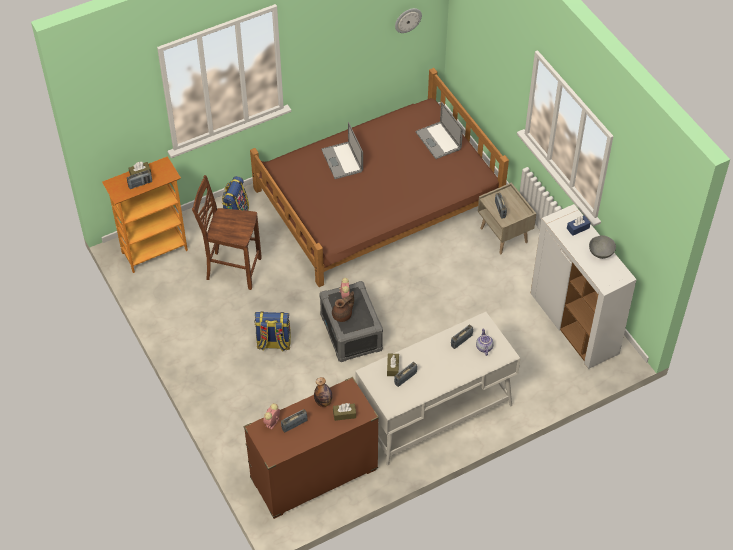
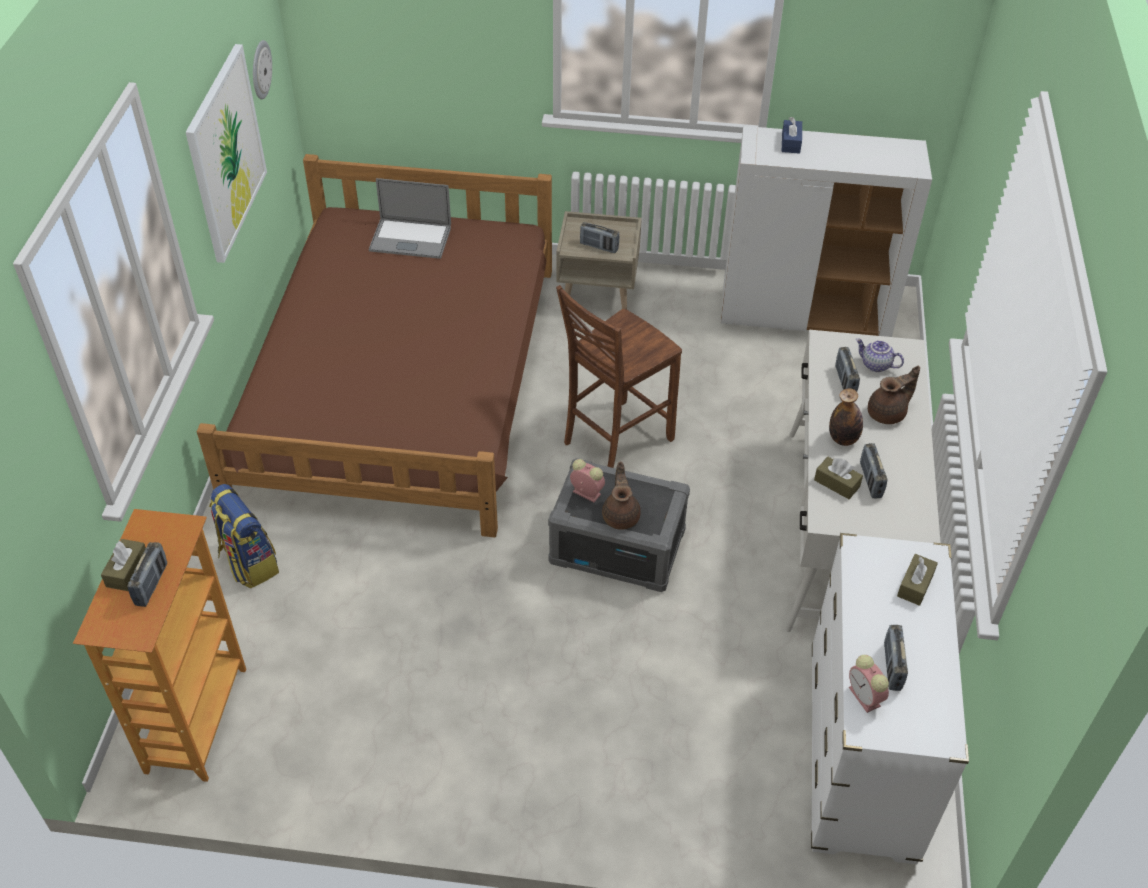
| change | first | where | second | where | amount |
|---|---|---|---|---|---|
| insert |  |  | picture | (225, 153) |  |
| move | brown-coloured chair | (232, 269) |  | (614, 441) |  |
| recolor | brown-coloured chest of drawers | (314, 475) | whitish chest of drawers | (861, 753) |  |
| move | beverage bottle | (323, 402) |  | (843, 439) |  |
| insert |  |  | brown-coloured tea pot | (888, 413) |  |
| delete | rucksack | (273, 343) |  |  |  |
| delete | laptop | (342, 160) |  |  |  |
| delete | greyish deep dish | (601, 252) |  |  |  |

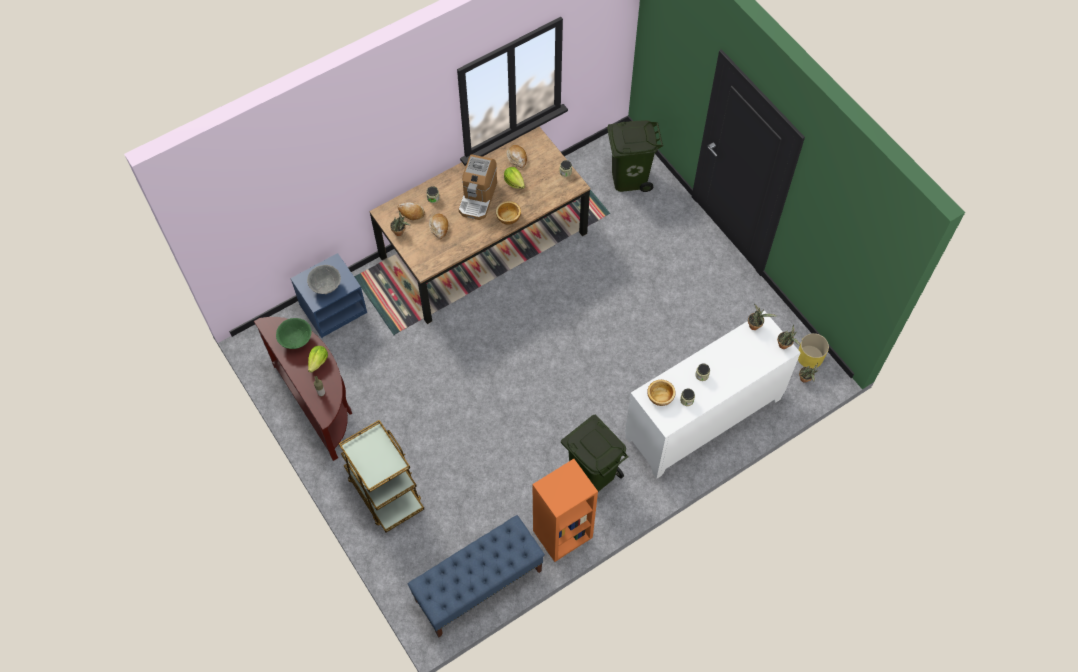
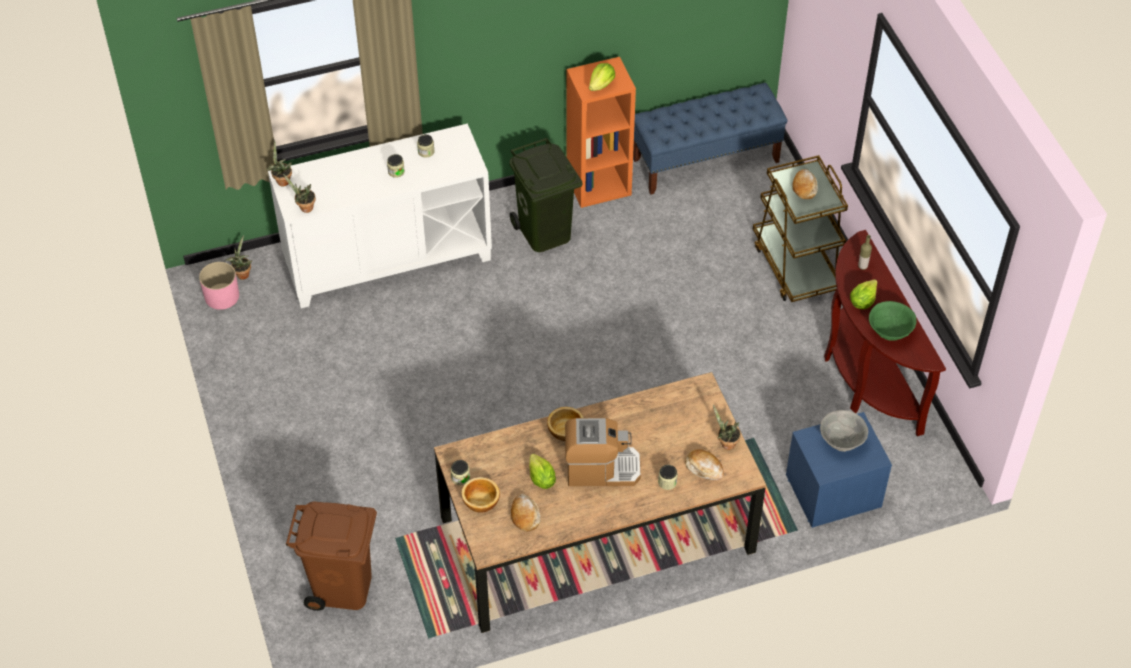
| change | first | where | second | where | amount |
|---|---|---|---|---|---|
| recolor | yellowish planter | (810, 356) | pinkish planter | (221, 296) |  |
| recolor | green-coloured waste bin | (629, 177) | brown-coloured waste bin | (342, 588) |  |
| move | deep dish | (661, 396) |  | (480, 502) |  |
| rotate | coffee maker | (478, 197) |  | (601, 468) | 60 degrees clockwise |
| insert |  |  | lettuce | (601, 85) |  |
| move | bakery bread | (439, 227) |  | (804, 187) |  |

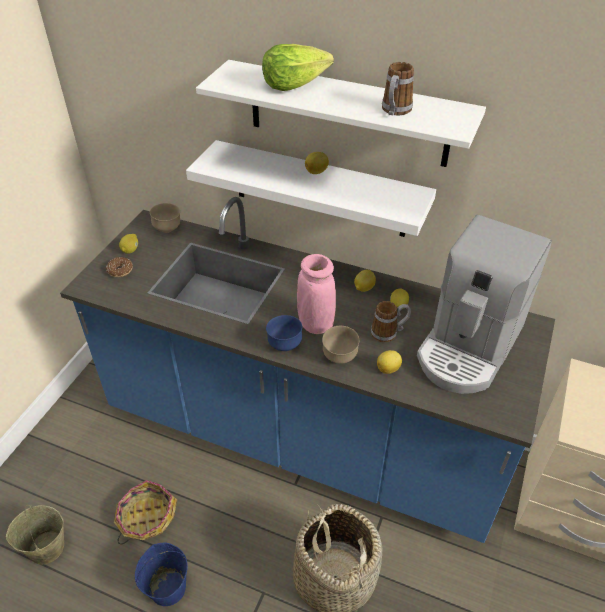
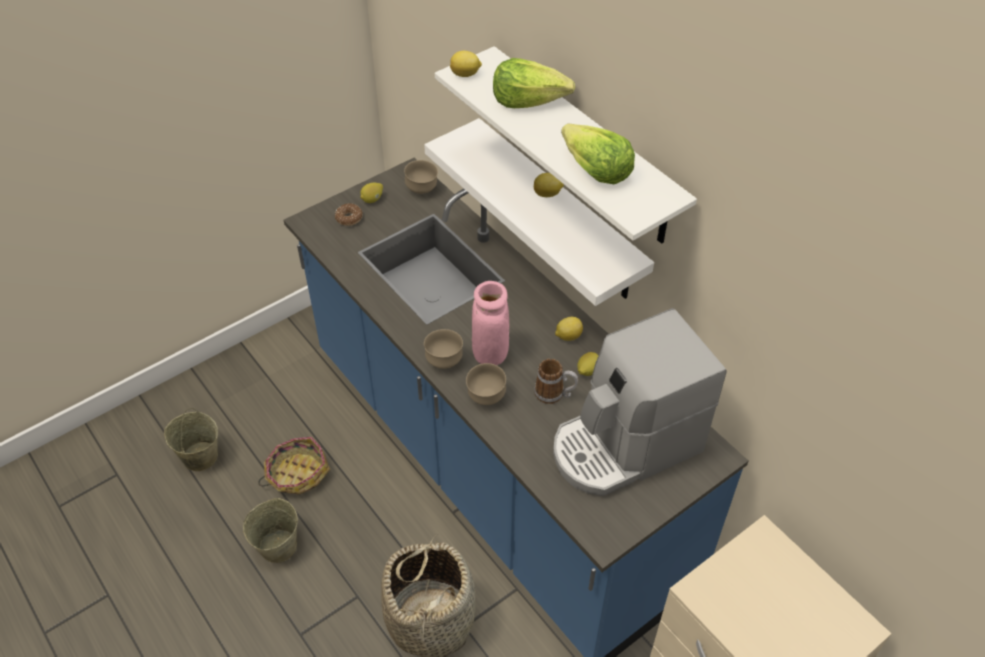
| change | first | where | second | where | amount |
|---|---|---|---|---|---|
| recolor | blue-coloured water bucket | (168, 587) | beige-coloured water bucket | (278, 545) |  |
| recolor | blue-coloured deep dish | (284, 345) | brown-coloured deep dish | (444, 361) |  |
| move | citrus fruit | (389, 369) |  | (466, 74) |  |
| replace | tea mug | (394, 111) | lettuce | (595, 170) |  |

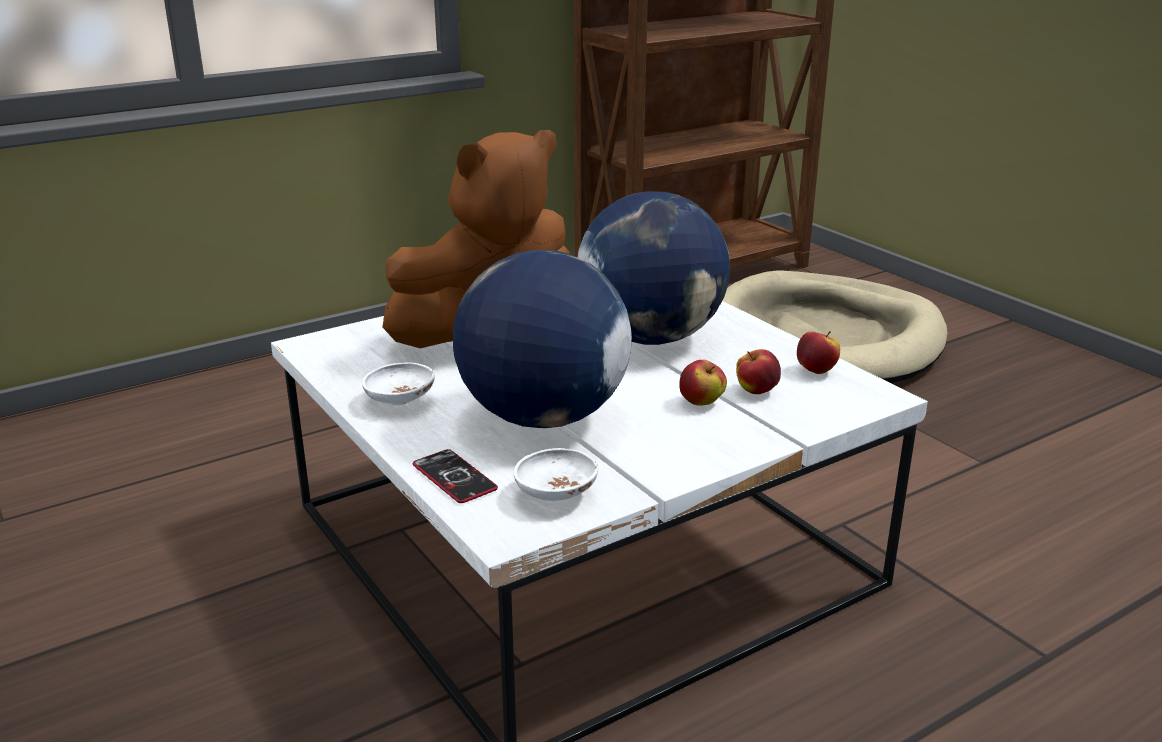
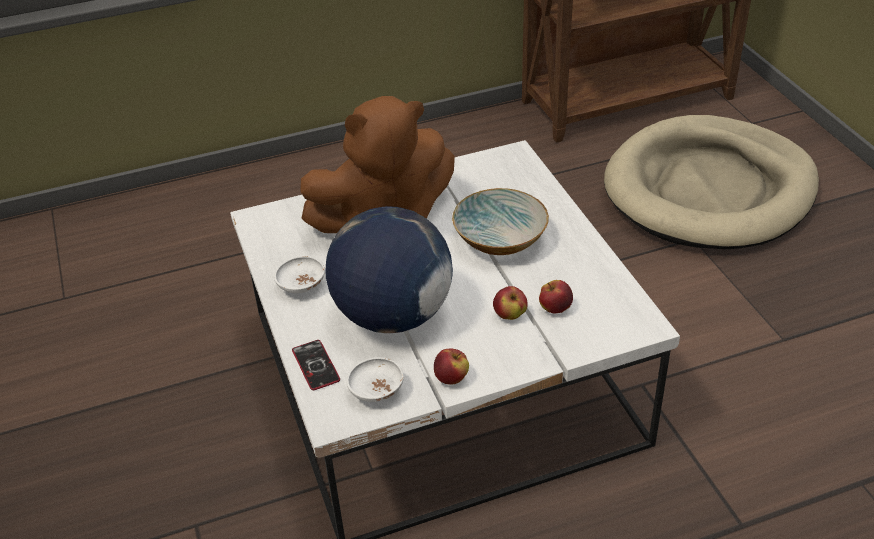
| change | first | where | second | where | amount |
|---|---|---|---|---|---|
| move | whole apple | (816, 371) |  | (451, 378) |  |
| replace | globe | (650, 337) | deep dish | (501, 239) |  |

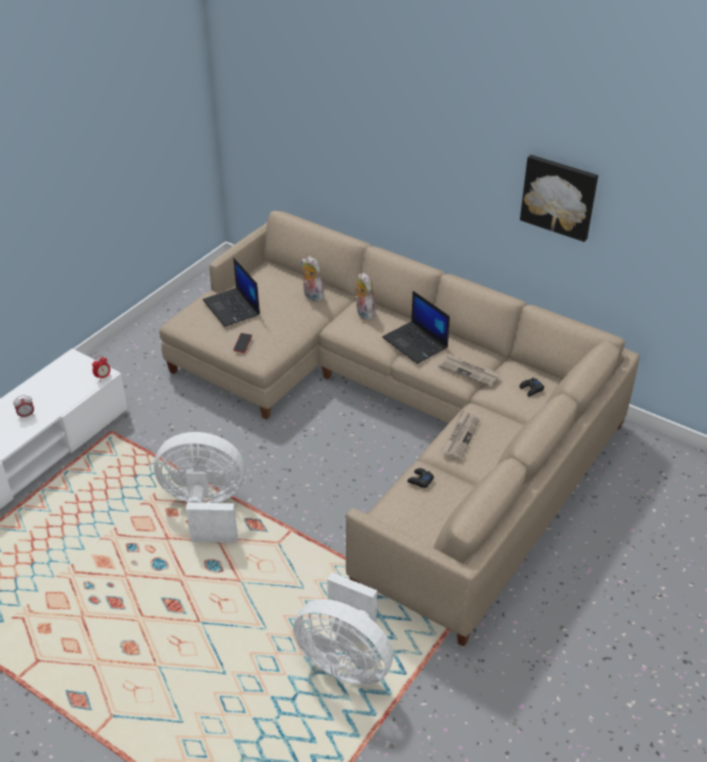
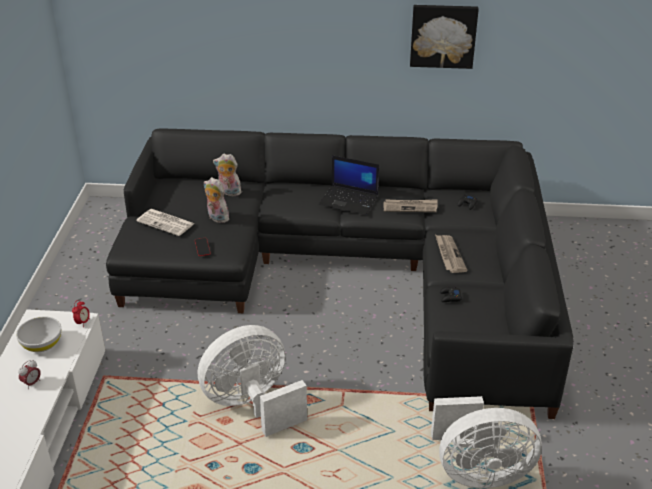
| change | first | where | second | where | amount |
|---|---|---|---|---|---|
| insert |  |  | whitish deep dish | (42, 344) |  |
| recolor | beige-coloured sofa | (399, 416) | black-coloured sofa | (352, 271) |  |
| replace | laptop | (232, 308) | newspaper | (166, 223) |  |
| move | plush toy | (363, 313) |  | (216, 218) |  |

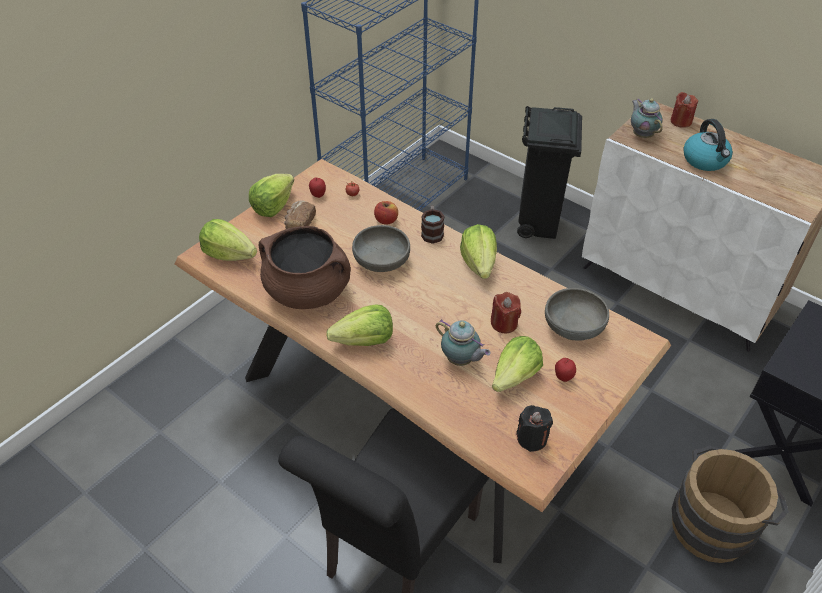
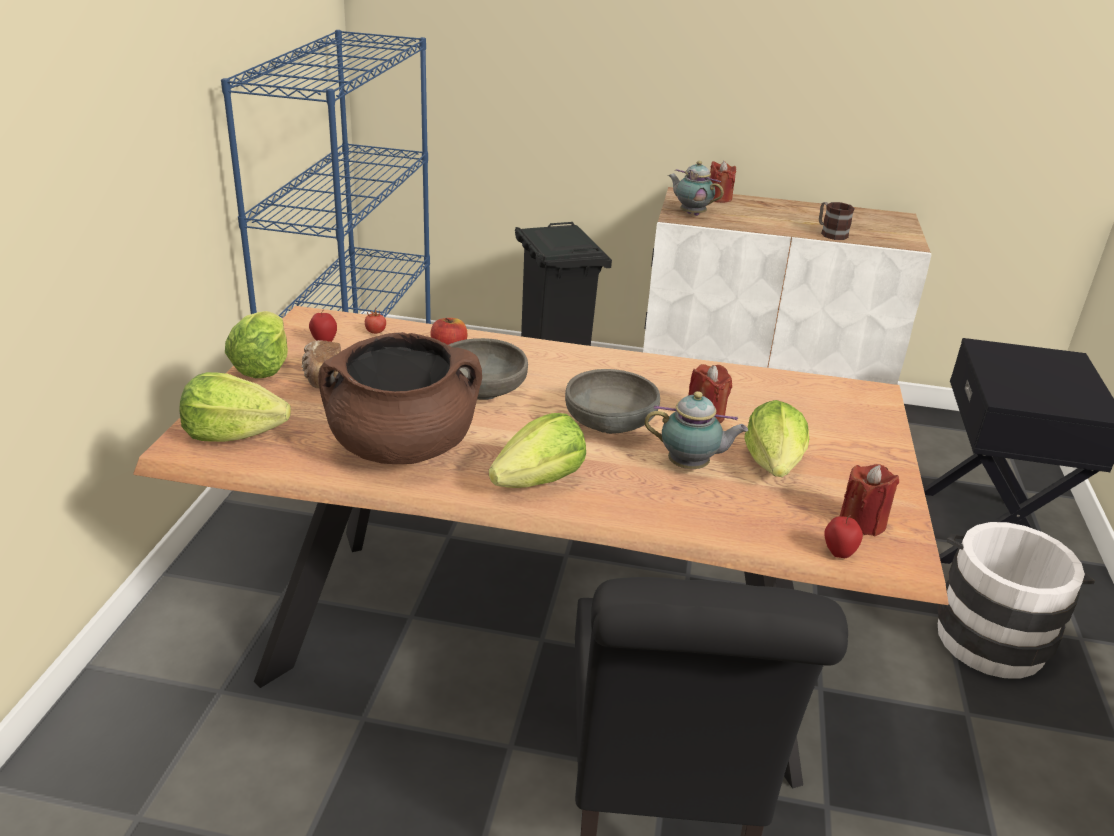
| change | first | where | second | where | amount |
|---|---|---|---|---|---|
| move | greyish deep dish | (573, 327) |  | (609, 424) |  |
| move | tea mug | (432, 232) |  | (830, 233) |  |
| move | whole apple | (563, 377) |  | (838, 553) |  |
| recolor | black-coloured candle | (532, 438) | reddish candle | (862, 522) |  |
| recolor | brown-coloured water bucket | (715, 522) | whitish water bucket | (990, 633) |  |
| delete | lettuce | (479, 264) |  |  |  |
| delete | kettle | (705, 160) |  |  |  |

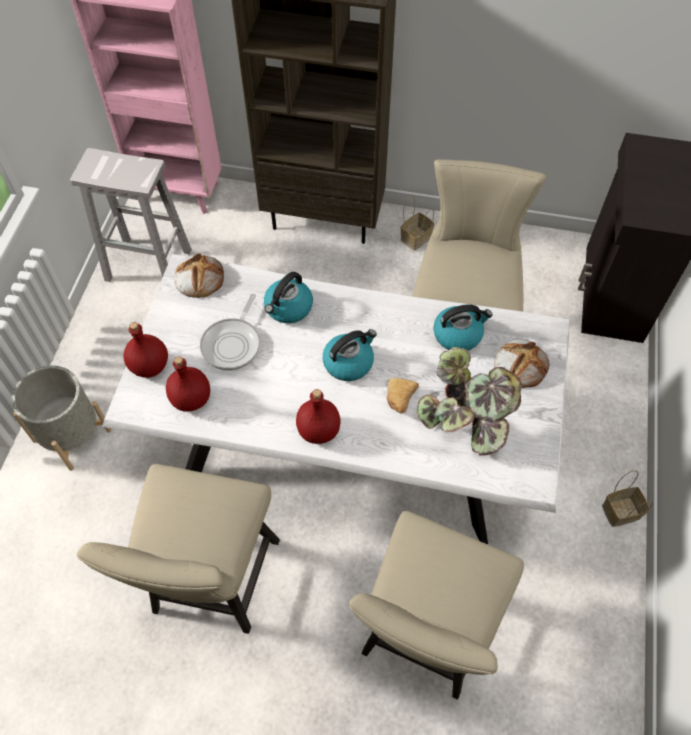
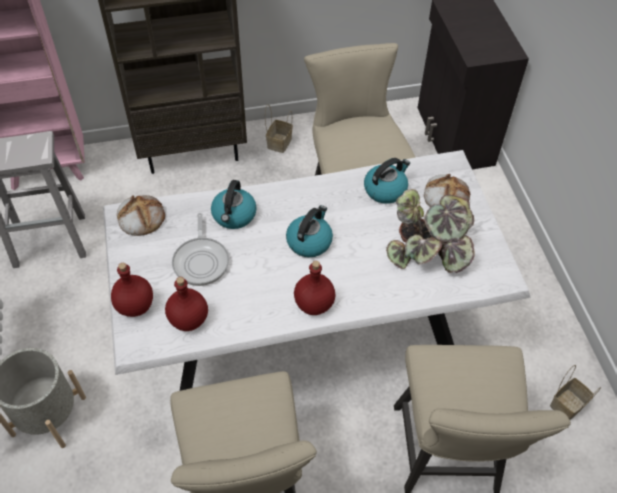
| change | first | where | second | where | amount |
|---|---|---|---|---|---|
| move | basket | (621, 511) |  | (567, 404) |  |
| delete | bakery bread | (399, 399) |  |  |  |

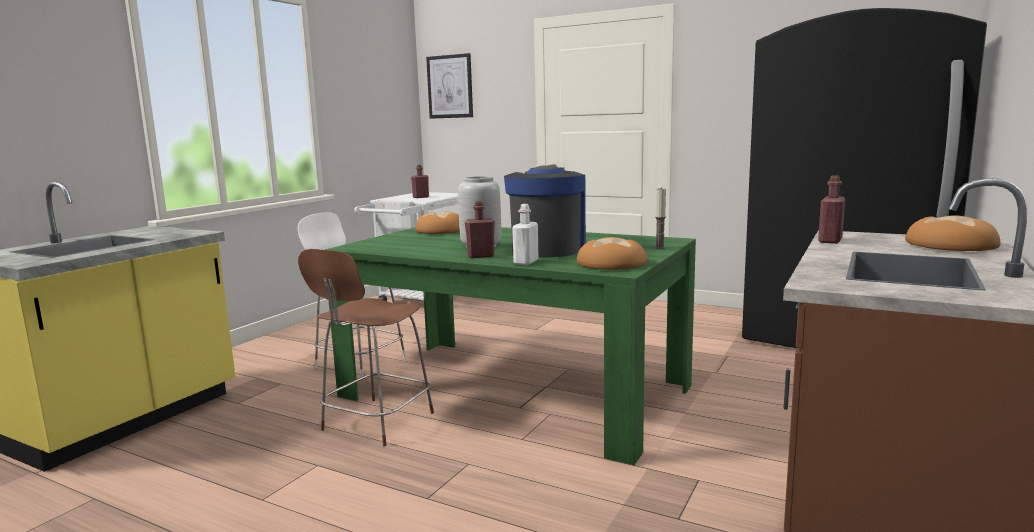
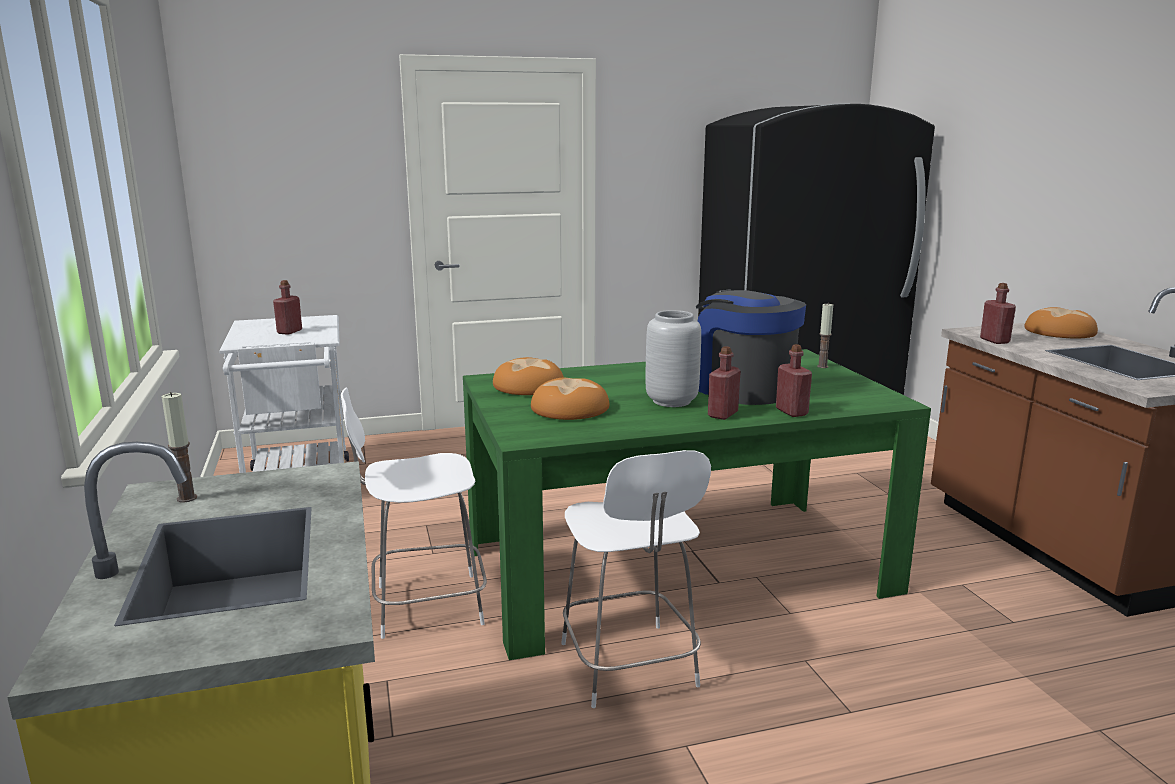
| change | first | where | second | where | amount |
|---|---|---|---|---|---|
| insert |  |  | candle | (187, 498) |  |
| move | bakery bread | (612, 263) |  | (570, 408) |  |
| recolor | brown-coloured chair | (375, 423) | whitish chair | (629, 667) |  |
| recolor | whitish beverage bottle | (526, 262) | reddish beverage bottle | (791, 412) |  |
| delete | picture | (450, 86) |  |  |  |

